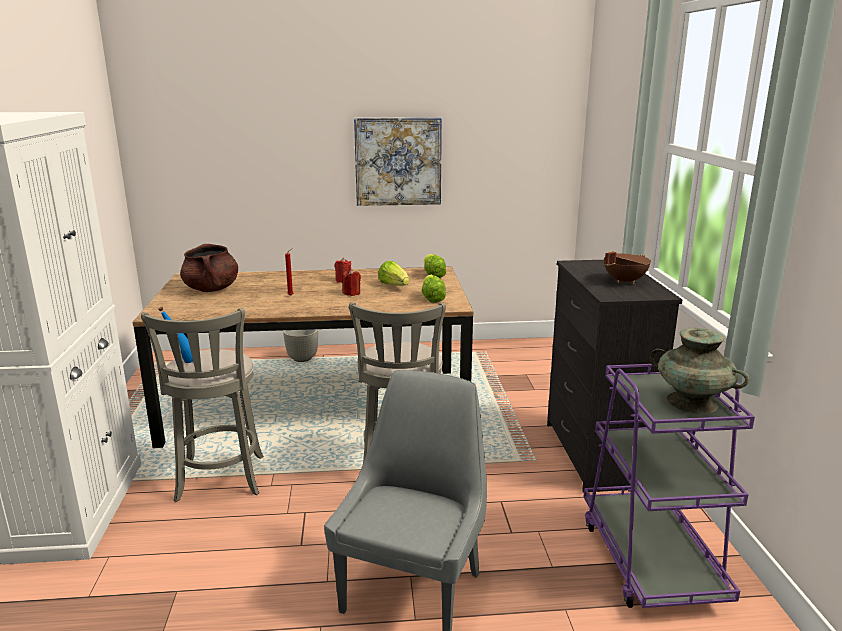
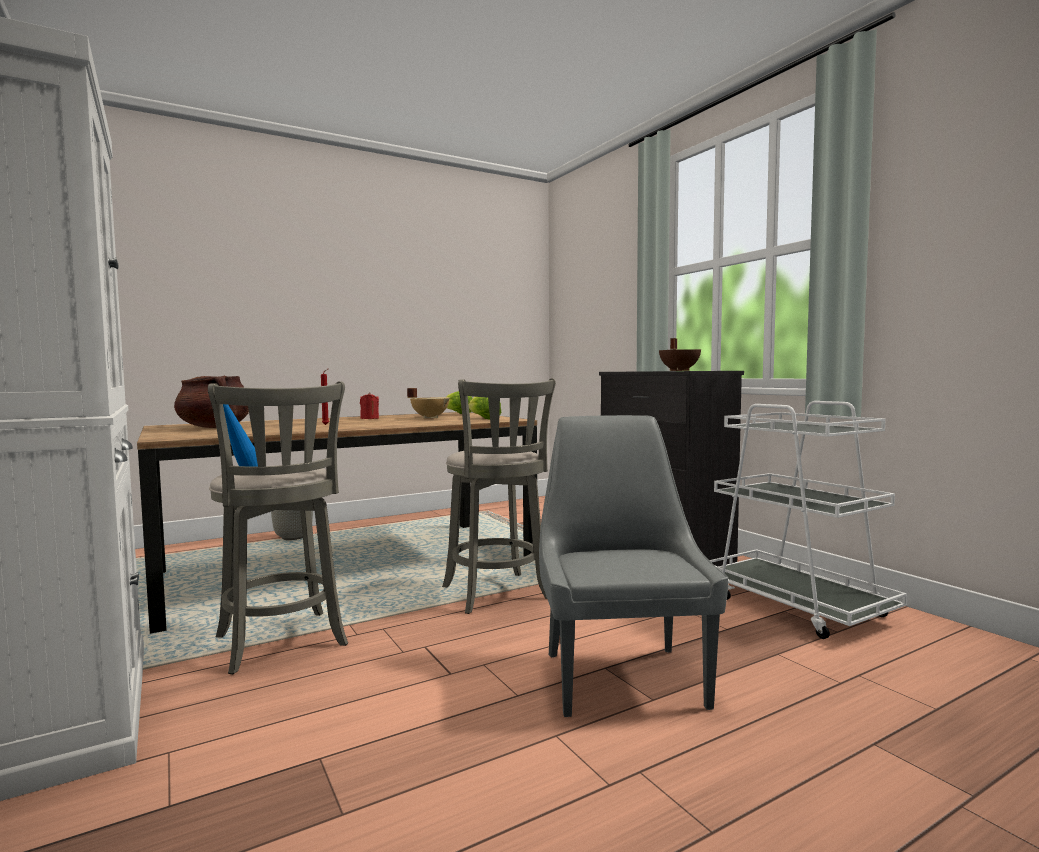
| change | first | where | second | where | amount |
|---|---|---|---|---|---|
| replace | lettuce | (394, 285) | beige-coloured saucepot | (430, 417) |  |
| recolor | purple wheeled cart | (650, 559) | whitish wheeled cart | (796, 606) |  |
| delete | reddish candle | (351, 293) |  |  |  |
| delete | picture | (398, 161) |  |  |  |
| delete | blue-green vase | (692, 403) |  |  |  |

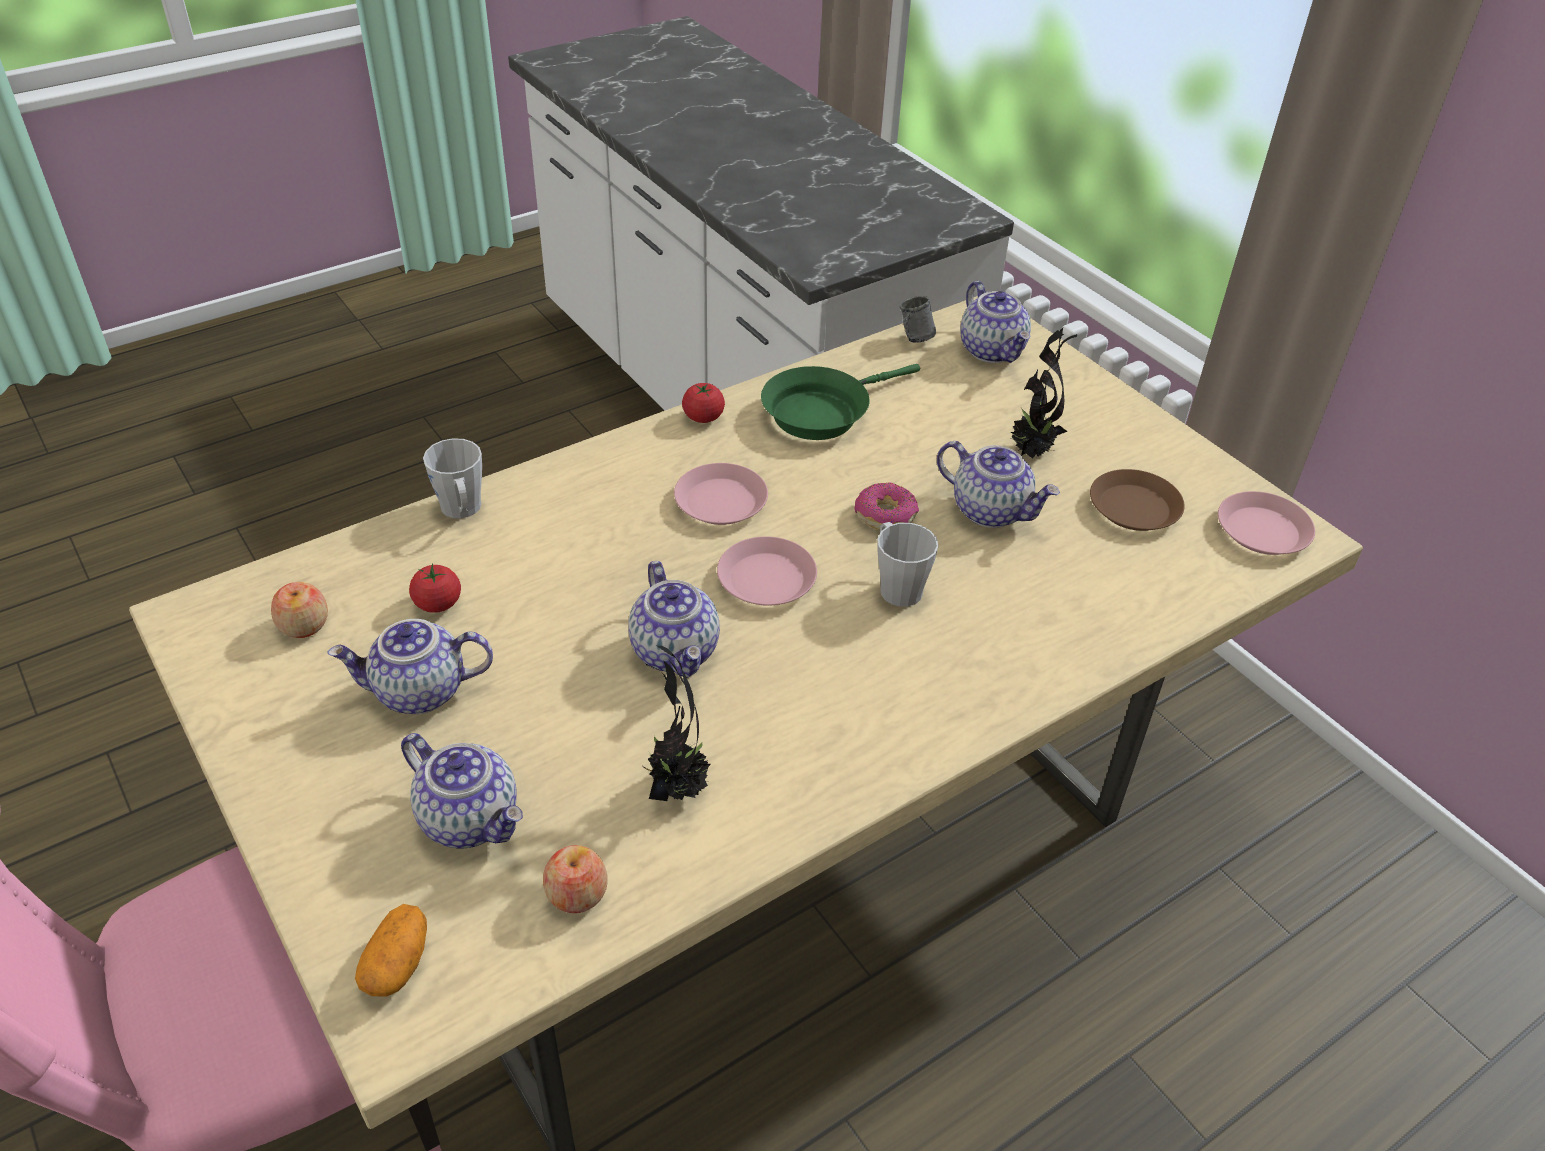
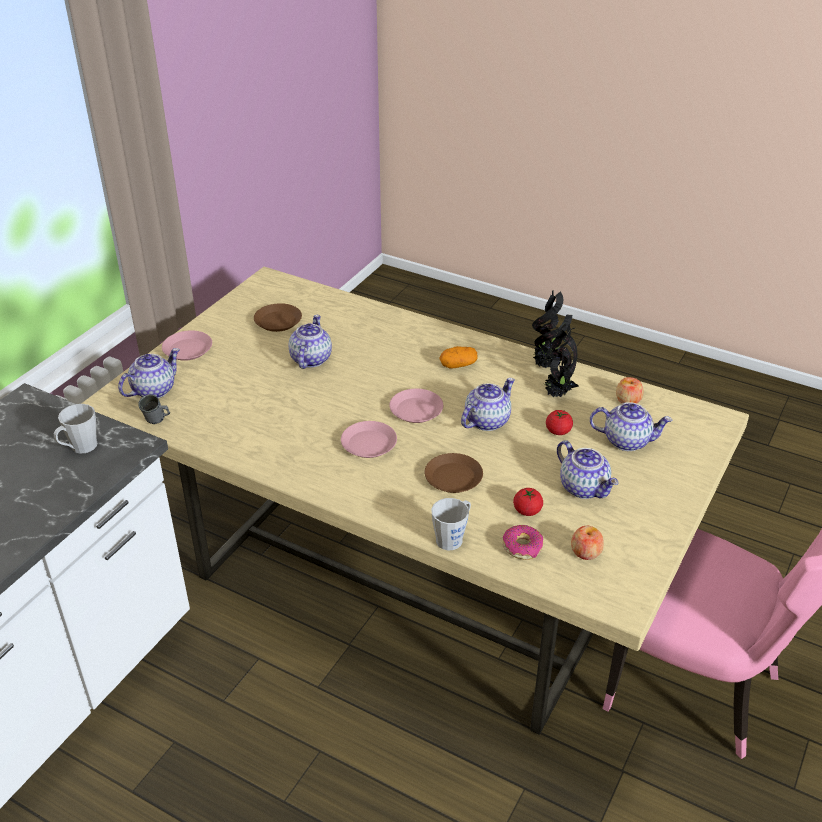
| change | first | where | second | where | amount |
|---|---|---|---|---|---|
| move | greyish tea mug | (897, 586) |  | (80, 448) |  |
| move | pinkish plate | (1262, 530) |  | (187, 350) |  |
| insert |  |  | brown-coloured plate | (453, 477) |  |
| move | whole potato | (397, 964) |  | (458, 365) |  |
| move | doughnut | (885, 516) |  | (522, 547) |  |
| move | houseplant | (1032, 452) |  | (547, 366) |  |
| move | whole tomato | (703, 417) |  | (558, 431) |  |
| rotate | tea pot | (471, 818) |  | (627, 440) | 90 degrees clockwise |
| delete | green-coloured pan | (822, 412) |  |  |  |

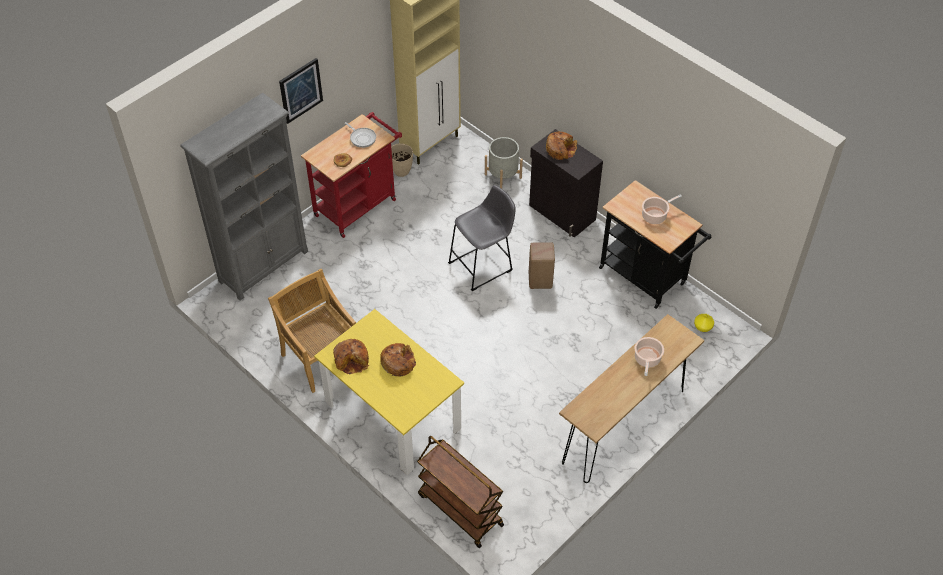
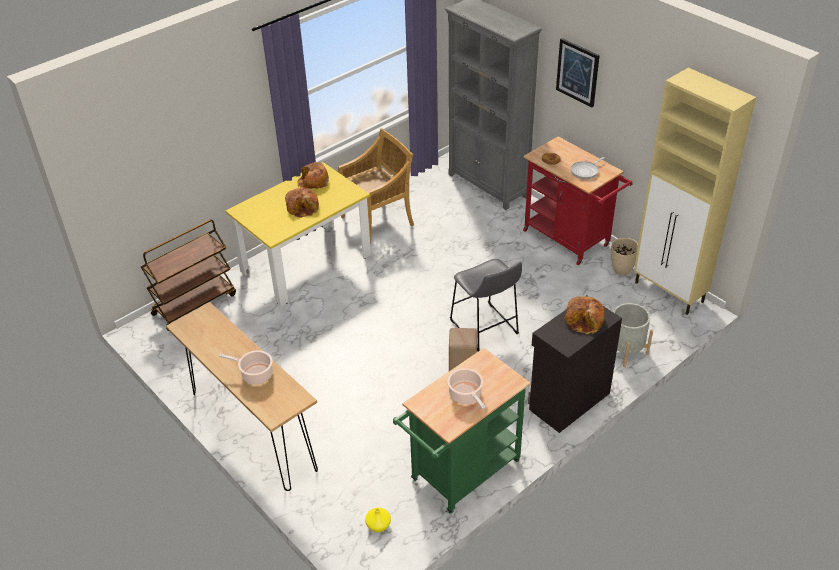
| change | first | where | second | where | amount |
|---|---|---|---|---|---|
| recolor | black-coloured wheeled cart | (646, 279) | green-coloured wheeled cart | (460, 475) |  |

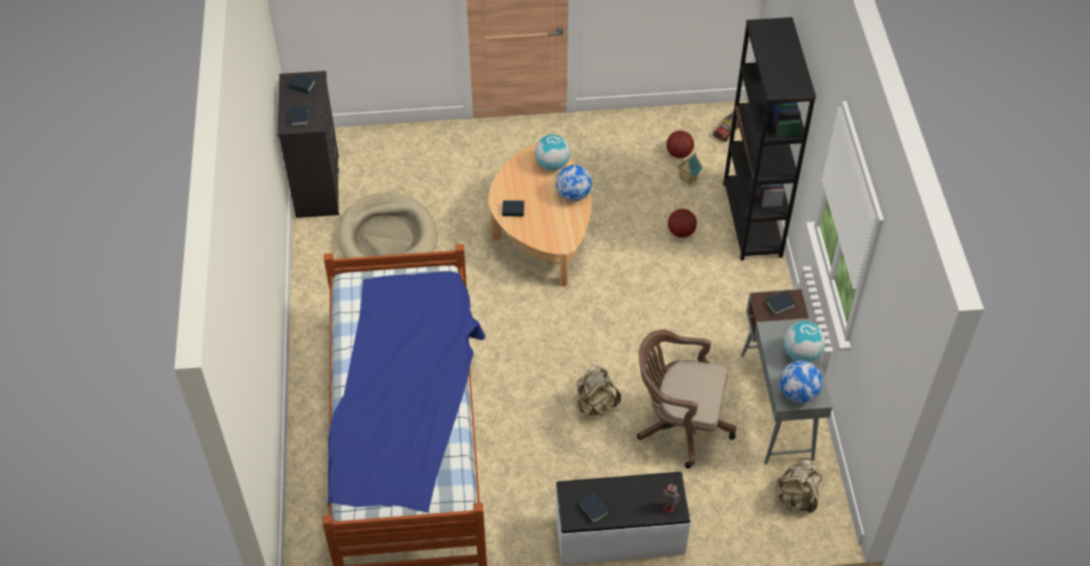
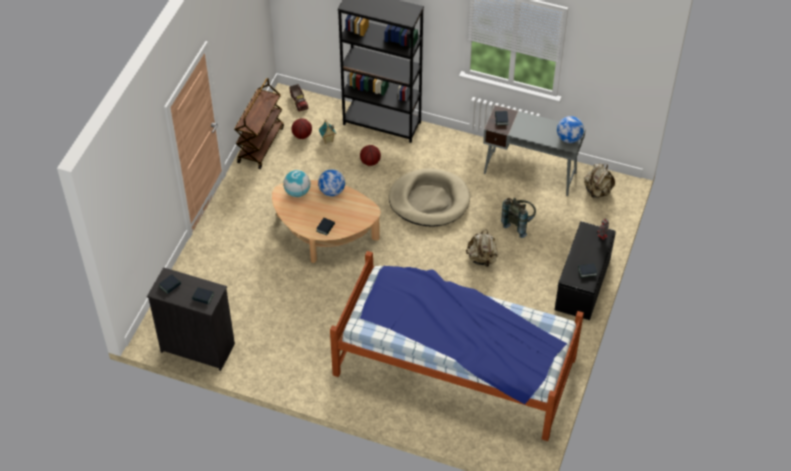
| change | first | where | second | where | amount |
|---|---|---|---|---|---|
| insert |  |  | brown-coloured wheeled cart | (260, 144) |  |
| move | beige-coloured pet bed | (388, 238) |  | (429, 200) |  |
| replace | brown-coloured desk chair | (679, 424) | greyish rucksack | (519, 224) |  |
| recolor | whitish indoor bench | (620, 536) | black-coloured indoor bench | (583, 284) |  |
| delete | globe | (801, 354) |  |  |  |

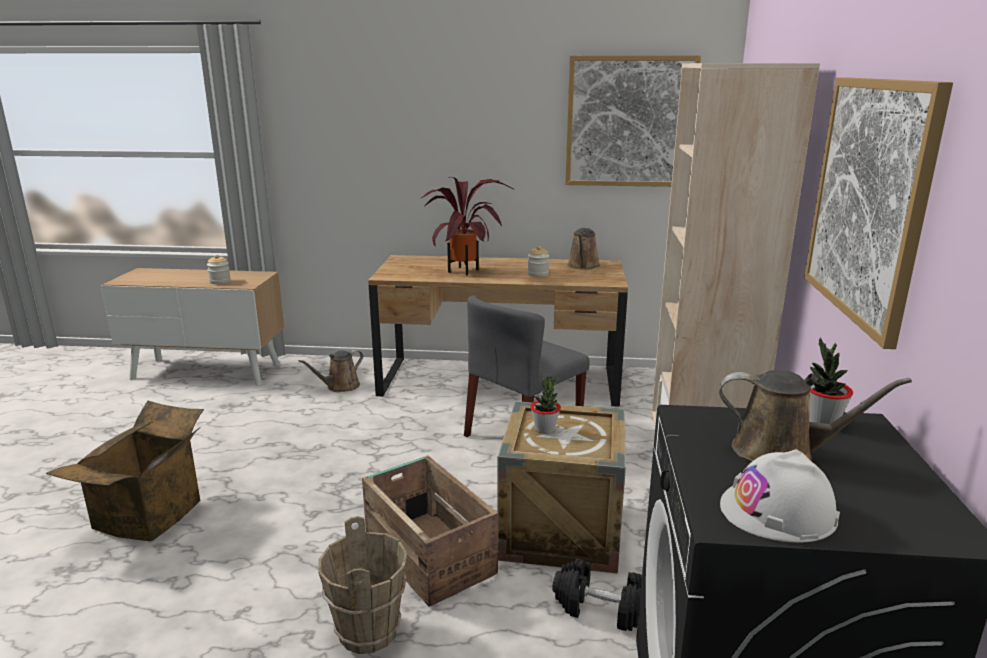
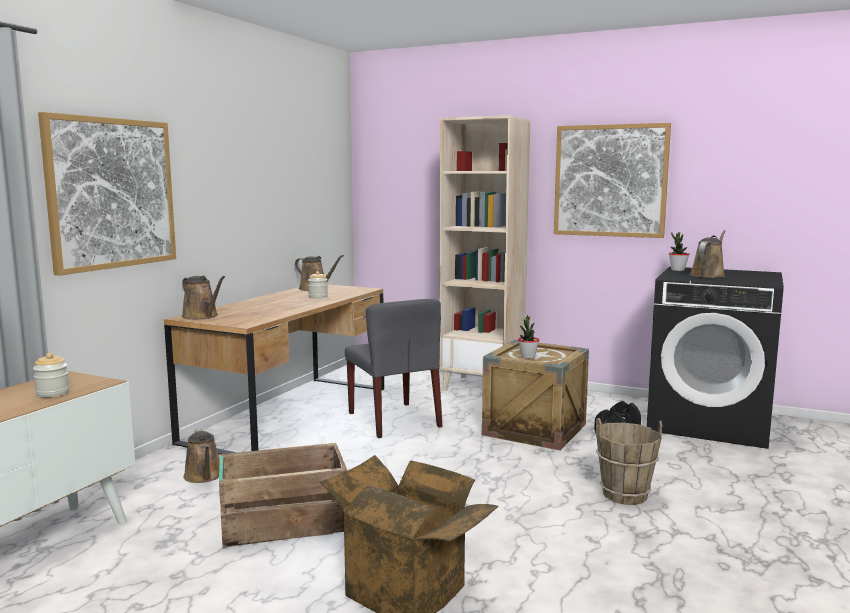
| change | first | where | second | where | amount |
|---|---|---|---|---|---|
| move | picture | (629, 122) |  | (112, 193) |  |
| insert |  |  | brown-coloured watering can | (202, 316) |  |
| move | shipping crate | (429, 553) |  | (281, 522) |  |
| delete | houseplant | (465, 272) |  |  |  |
| delete | whitish work helmet | (778, 511) |  |  |  |

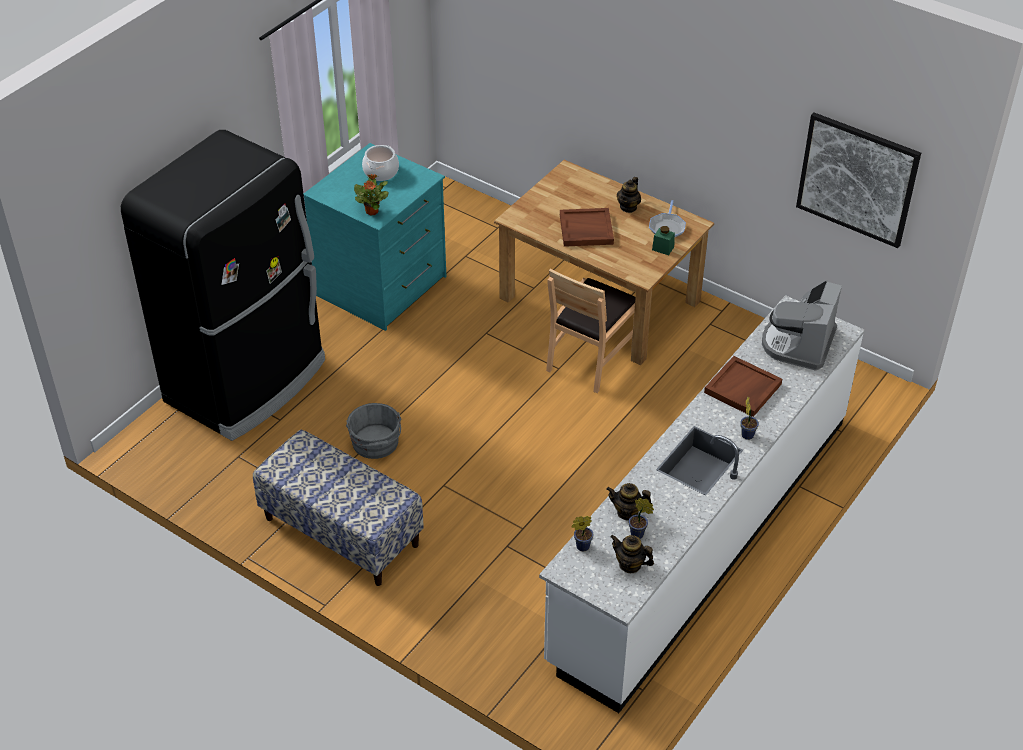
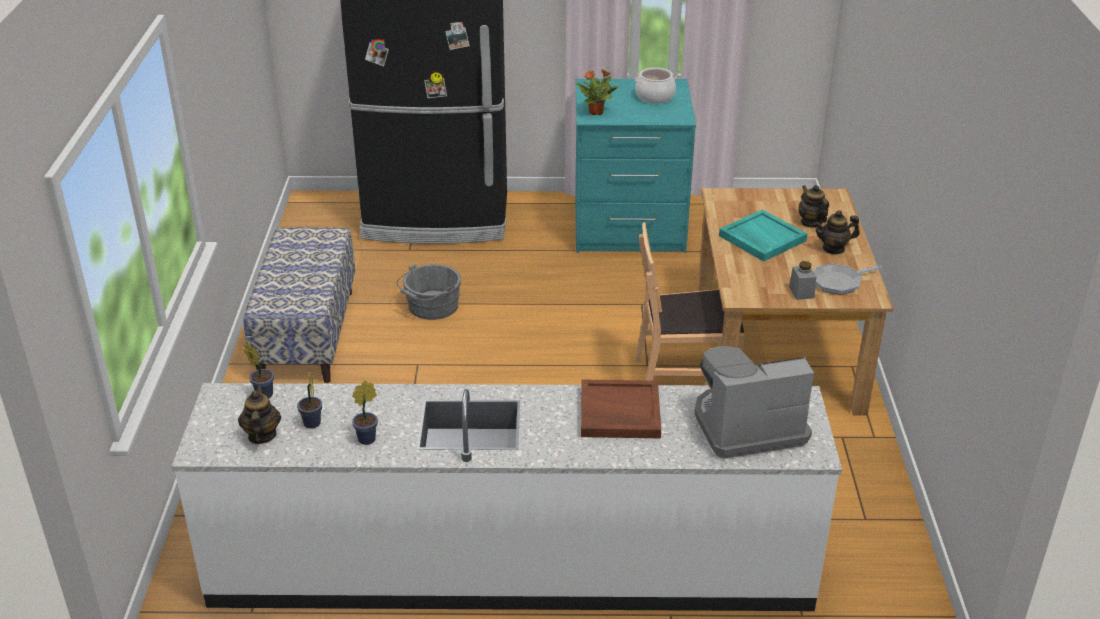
| change | first | where | second | where | amount |
|---|---|---|---|---|---|
| move | houseplant | (747, 434) |  | (369, 438) |  |
| recolor | brown-coloured tray | (585, 230) | blue-green tray | (761, 238) |  |
| recolor | green-coloured storage jar | (663, 248) | greyish storage jar | (801, 292) |  |
| move | tea pot | (627, 512) |  | (811, 222) |  |
| delete | picture | (857, 179) |  |  |  |

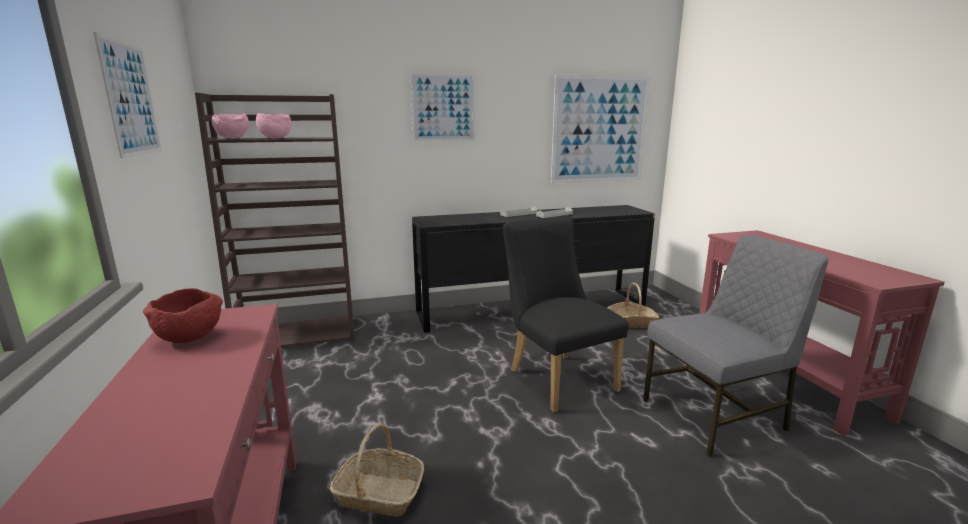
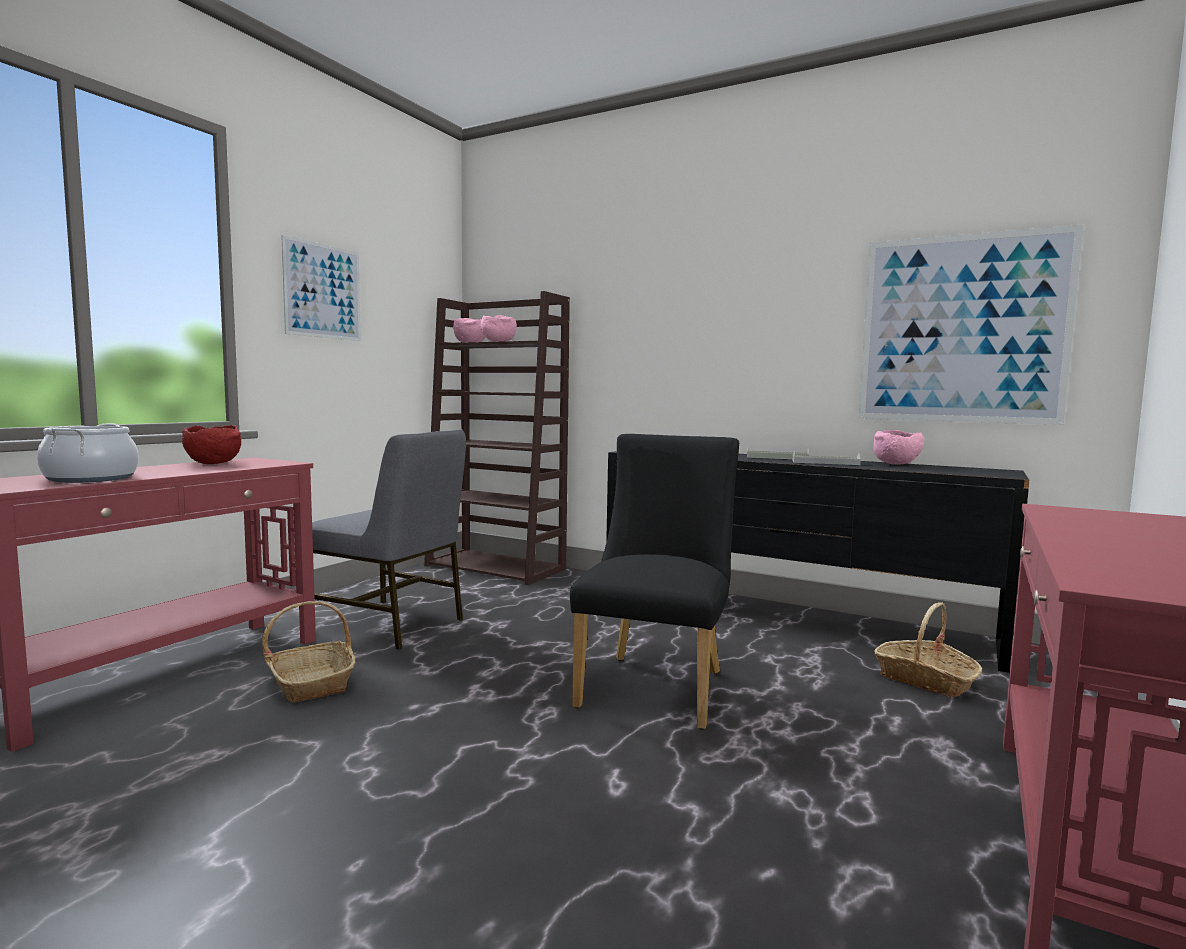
| change | first | where | second | where | amount |
|---|---|---|---|---|---|
| insert |  |  | saucepot | (91, 478) |  |
| move | greyish chair | (716, 415) |  | (390, 624) |  |
| insert |  |  | pinkish deep dish | (896, 464) |  |
| delete | picture | (443, 108) |  |  |  |

